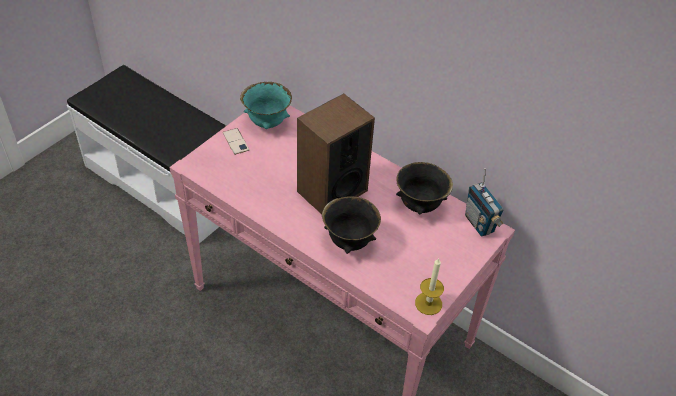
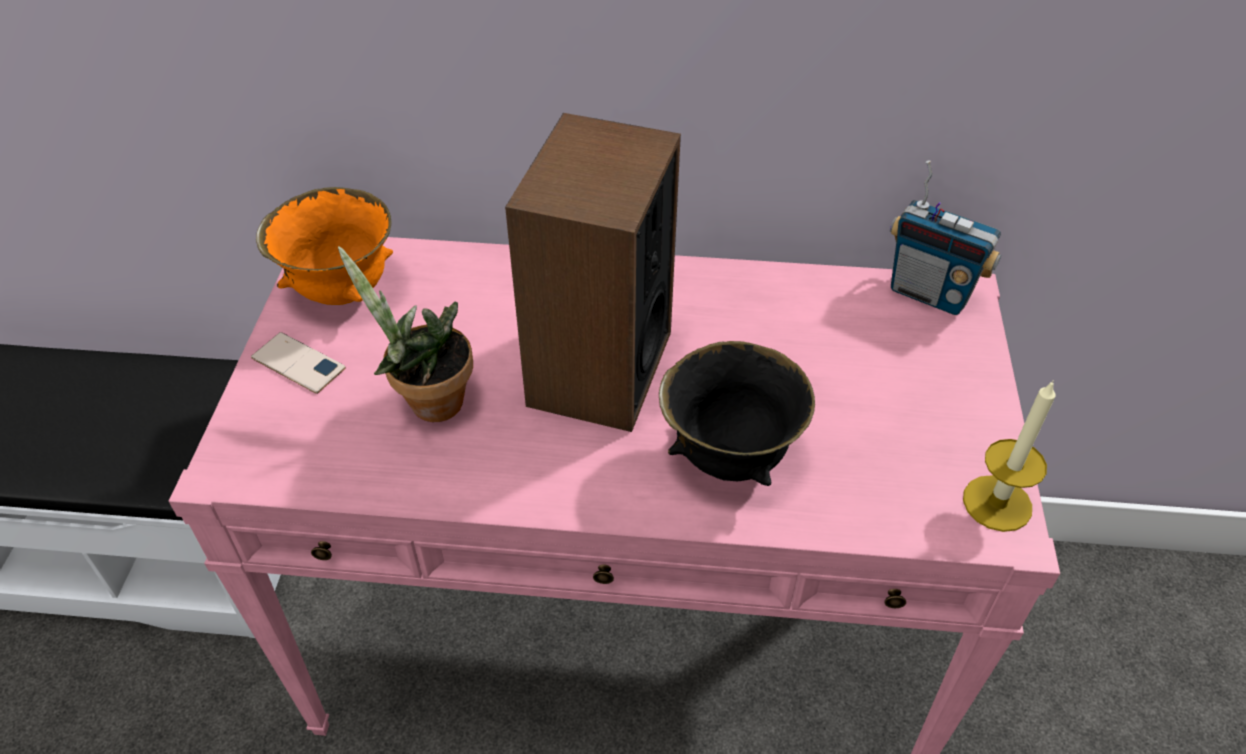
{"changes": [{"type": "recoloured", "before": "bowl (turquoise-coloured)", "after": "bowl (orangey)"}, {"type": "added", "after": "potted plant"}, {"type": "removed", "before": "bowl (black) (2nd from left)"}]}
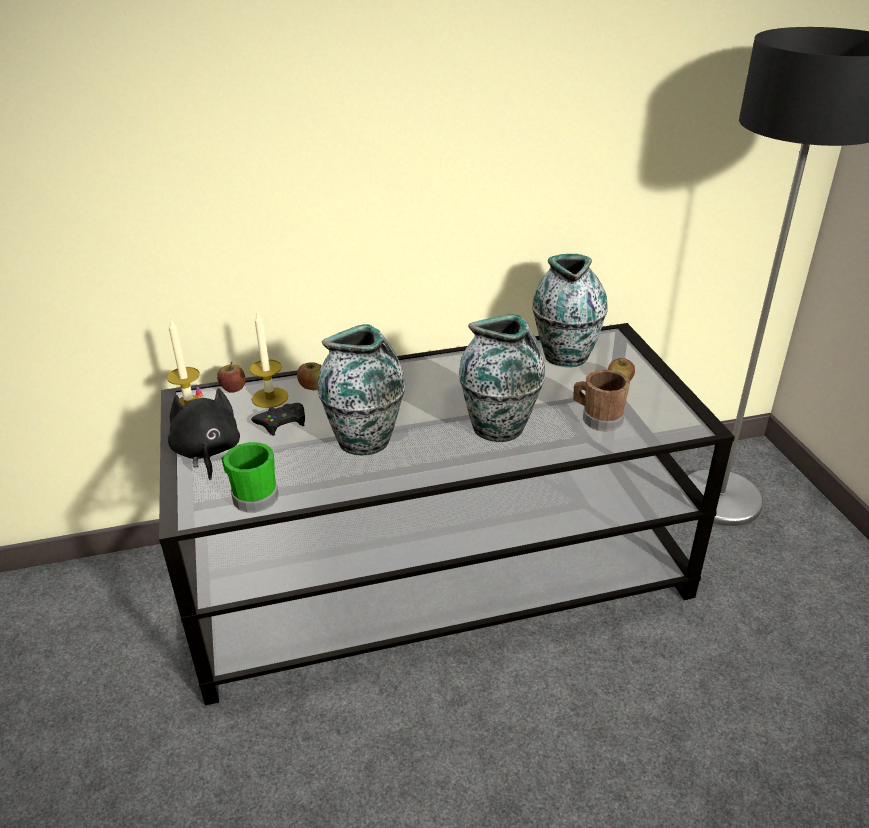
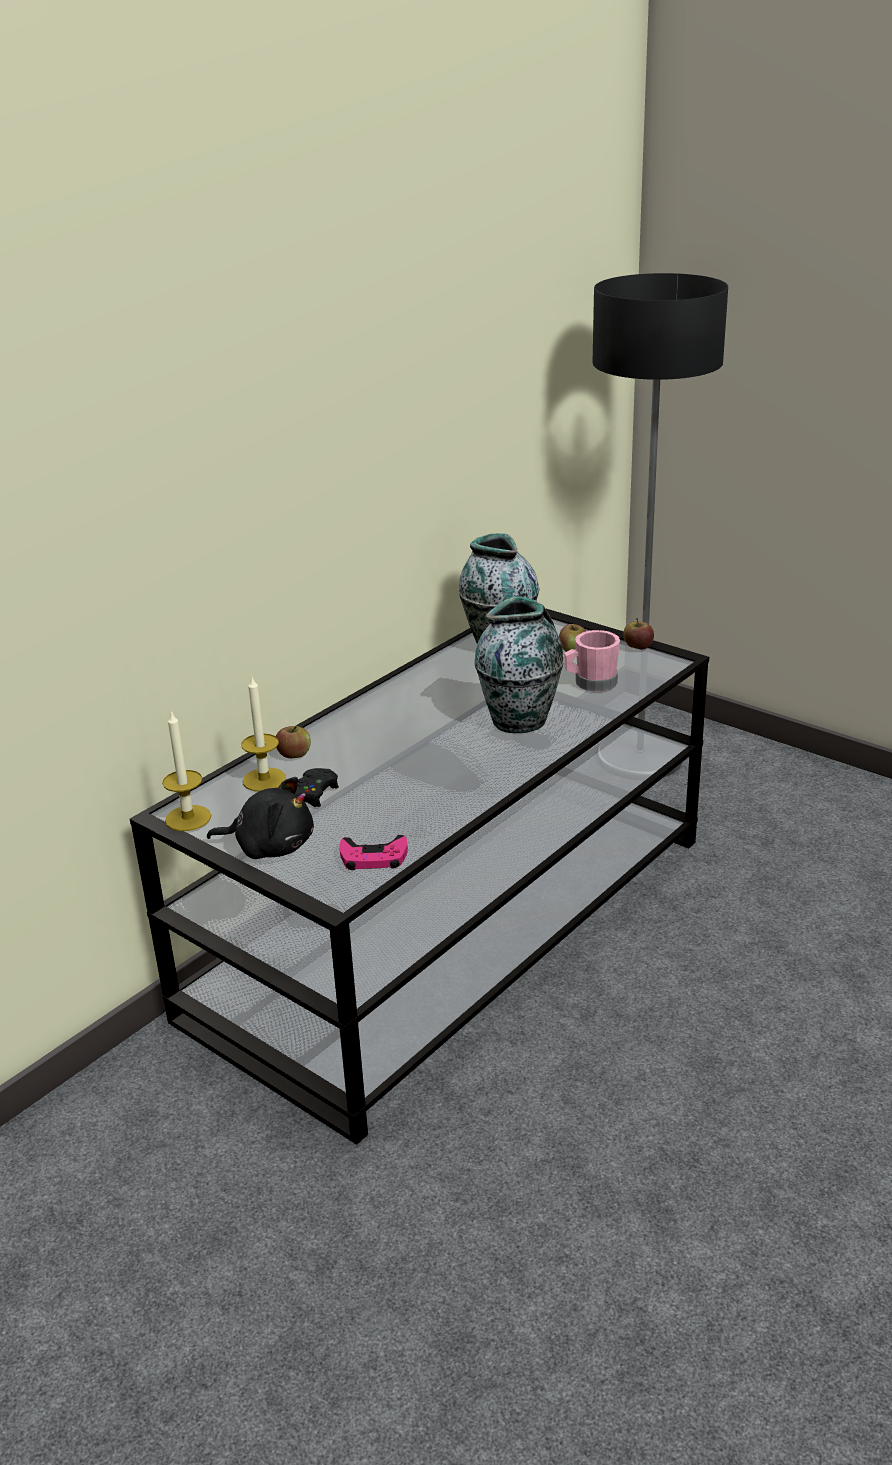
{"changes": [{"type": "turned", "before": "cuddly toy (black)", "turn": 150}, {"type": "replaced", "before": "tea mug (green-coloured)", "after": "game controller (pink-coloured)"}, {"type": "recoloured", "before": "tea mug (brown-coloured)", "after": "tea mug (pink-coloured)"}, {"type": "moved", "before": "whole apple (1st from left in the first image)", "after": "whole apple (3rd from left)"}, {"type": "removed", "before": "flower vase (1st from left)"}]}
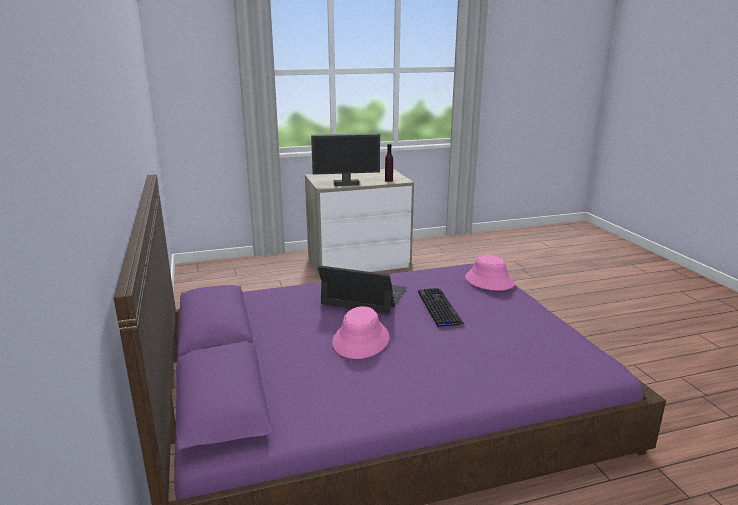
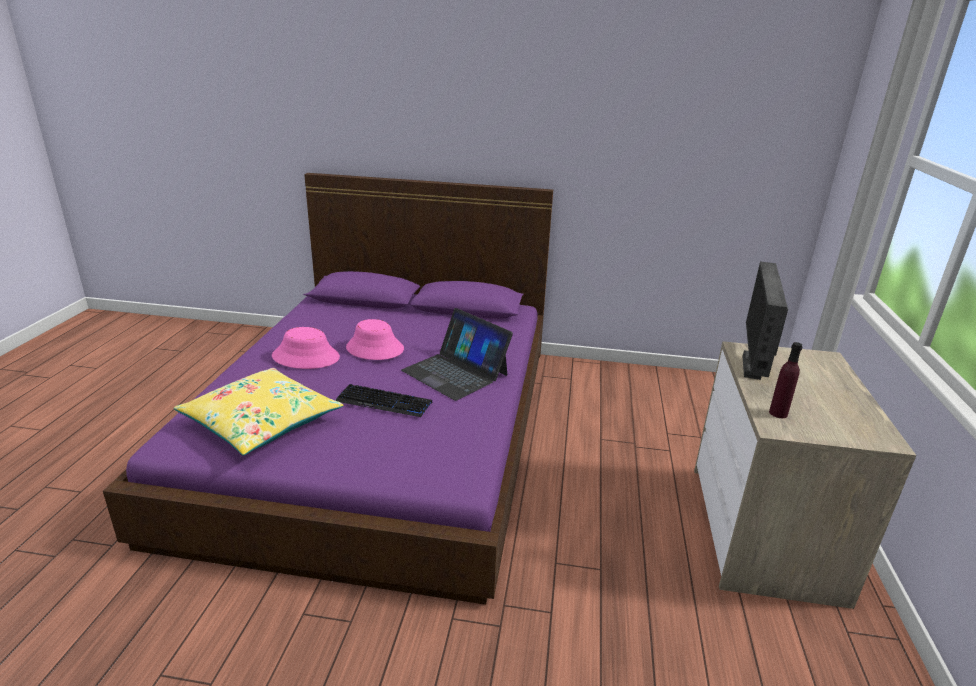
{"changes": [{"type": "added", "after": "throw pillow (yellow)"}, {"type": "moved", "before": "clothing hat (pink-coloured) (2nd from left in the first image)", "after": "clothing hat (pink-coloured) (1st from left)"}, {"type": "turned", "before": "laptop", "turn": 90}]}
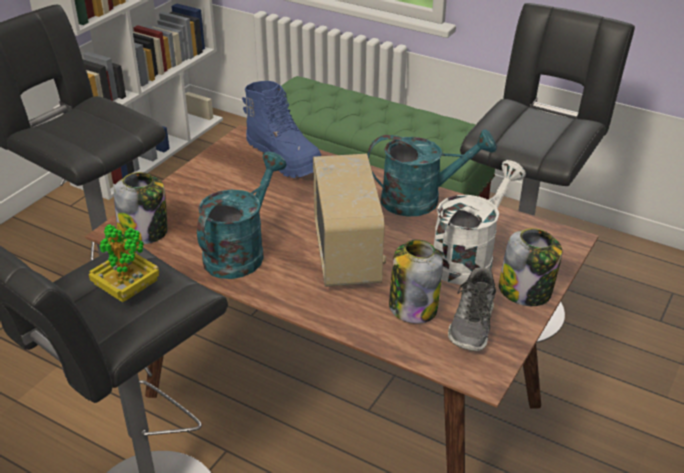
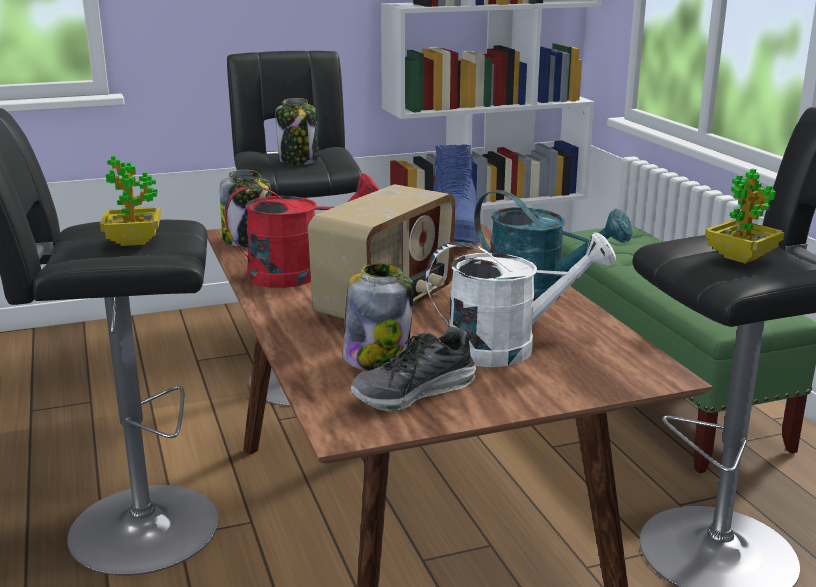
{"changes": [{"type": "recoloured", "before": "watering can (turquoise-coloured) (1st from left)", "after": "watering can (red-coloured)"}, {"type": "moved", "before": "preserve jar (3rd from left in the first image)", "after": "preserve jar (2nd from left)"}, {"type": "added", "after": "potted plant (2nd from left)"}]}
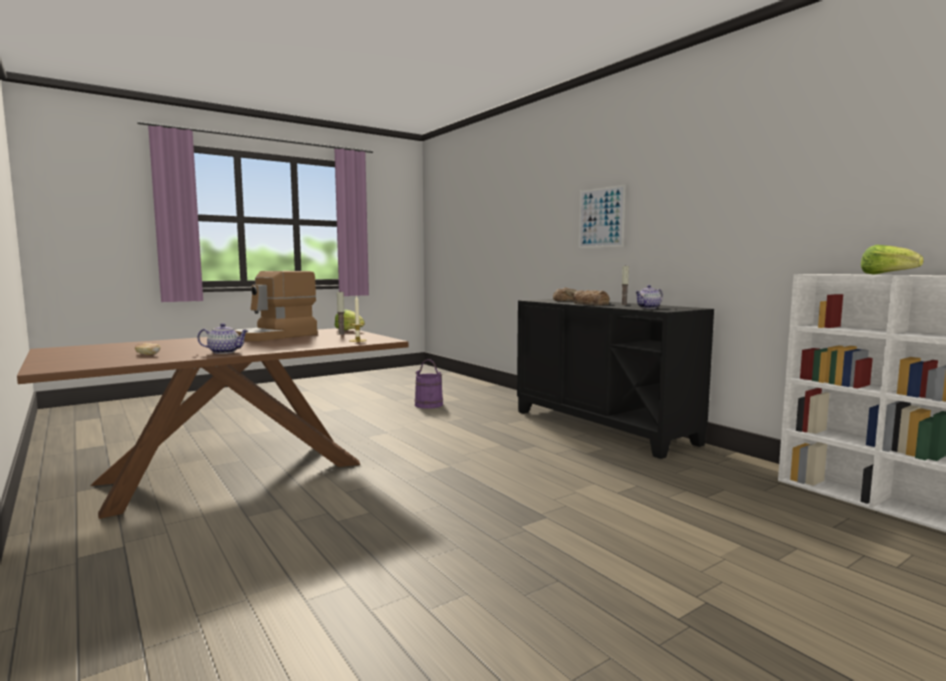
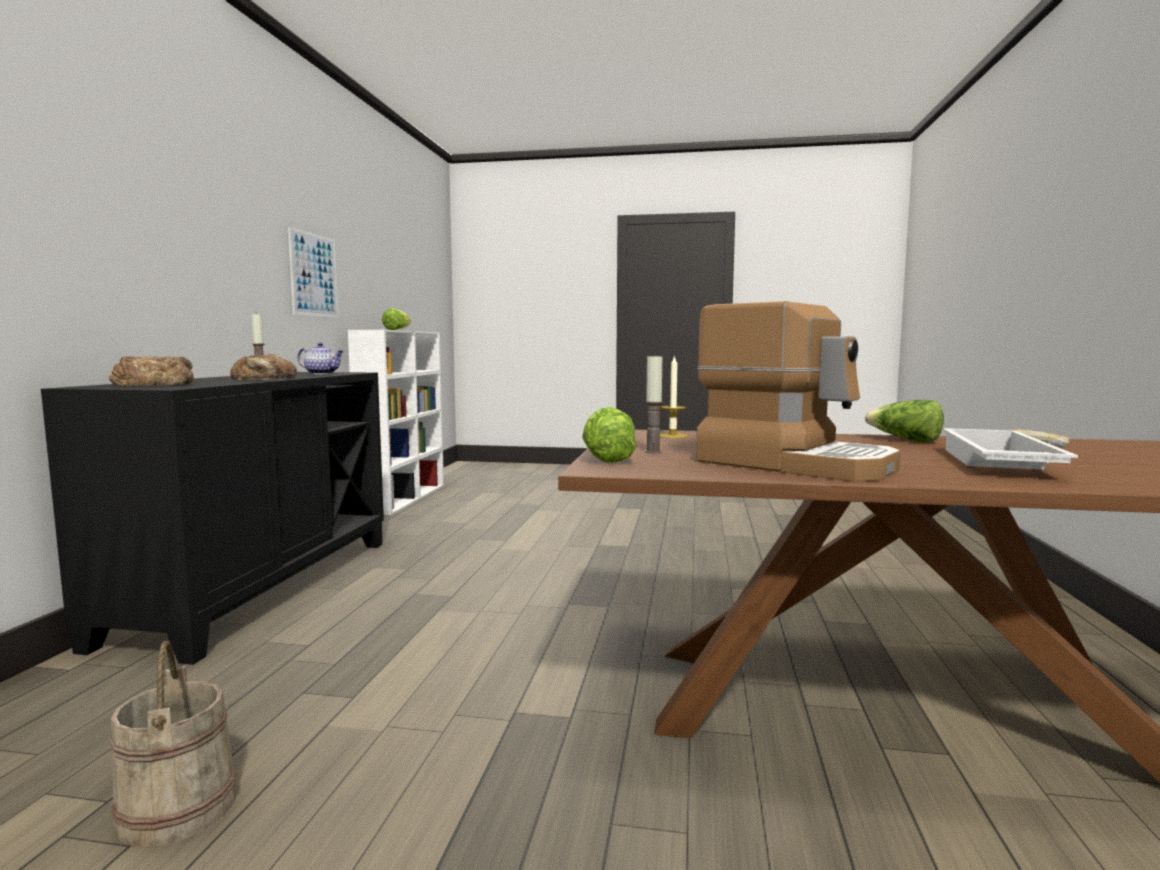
{"changes": [{"type": "recoloured", "before": "bucket (purplish)", "after": "bucket (sand-coloured)"}, {"type": "moved", "before": "wall picture"}, {"type": "turned", "before": "coffee brewer", "turn": 45}, {"type": "replaced", "before": "pot for tea (1st from left)", "after": "lettuce head (3rd from left)"}, {"type": "added", "after": "tray (white)"}]}
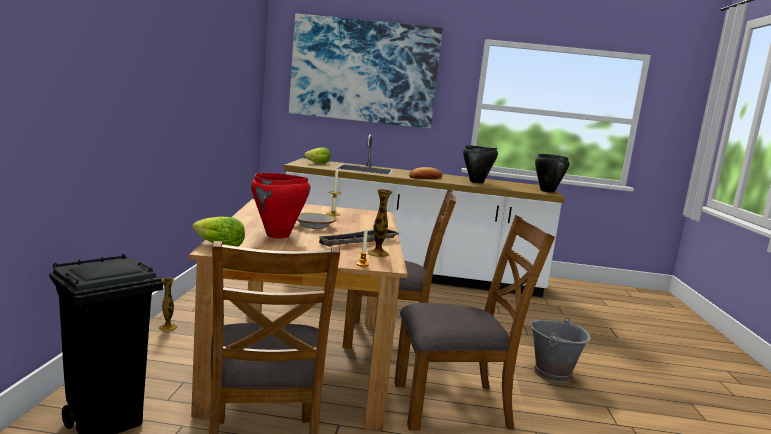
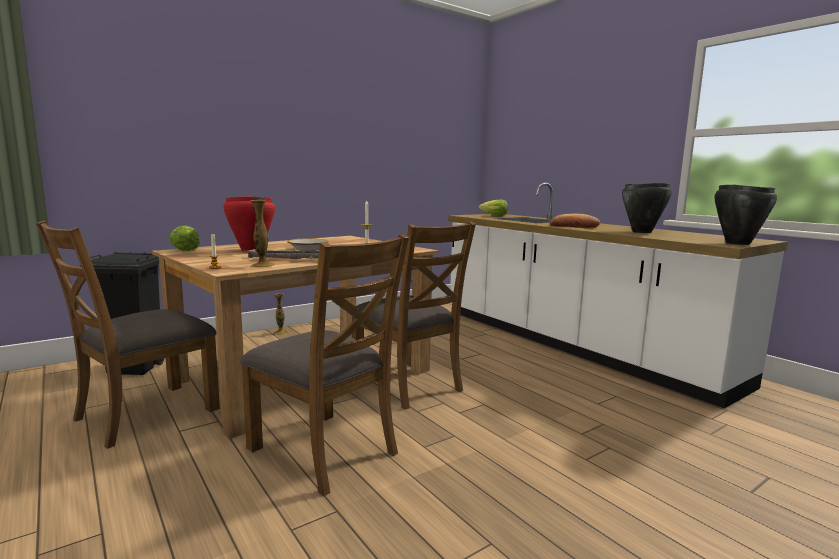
{"changes": [{"type": "removed", "before": "wall picture"}, {"type": "removed", "before": "bucket (grey)"}]}
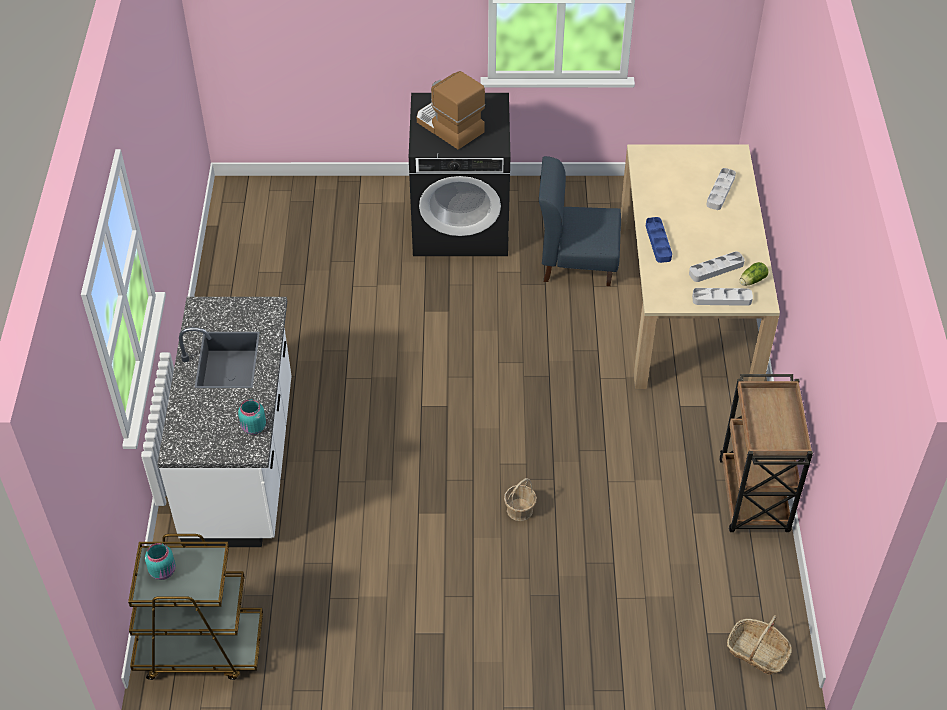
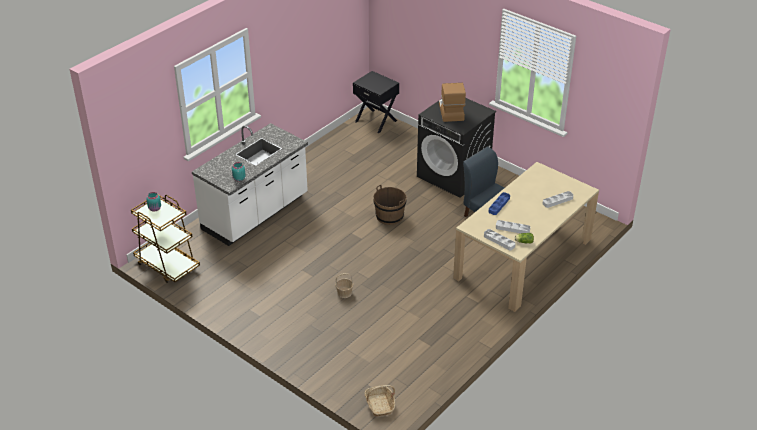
{"changes": [{"type": "added", "after": "nightstand (black)"}, {"type": "added", "after": "bucket (brown-coloured)"}, {"type": "removed", "before": "wheeled cart (brown-coloured) (2nd from left)"}]}
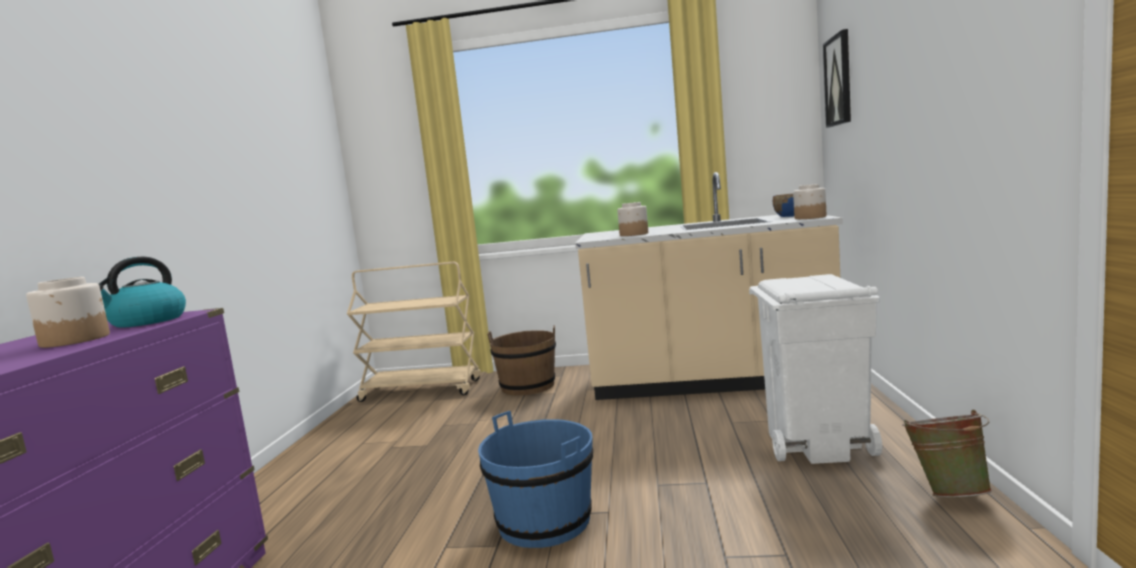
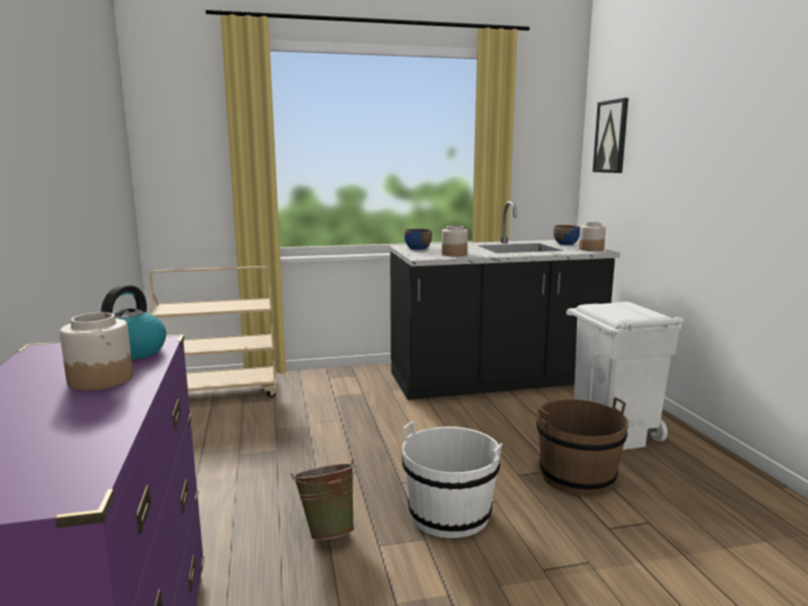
{"changes": [{"type": "moved", "before": "bucket (green-coloured)"}, {"type": "recoloured", "before": "counter (sand-coloured)", "after": "counter (black)"}, {"type": "recoloured", "before": "bucket (bluish)", "after": "bucket (white)"}, {"type": "added", "after": "bowl (bluish) (1st from left)"}, {"type": "moved", "before": "bucket (brown-coloured)"}]}
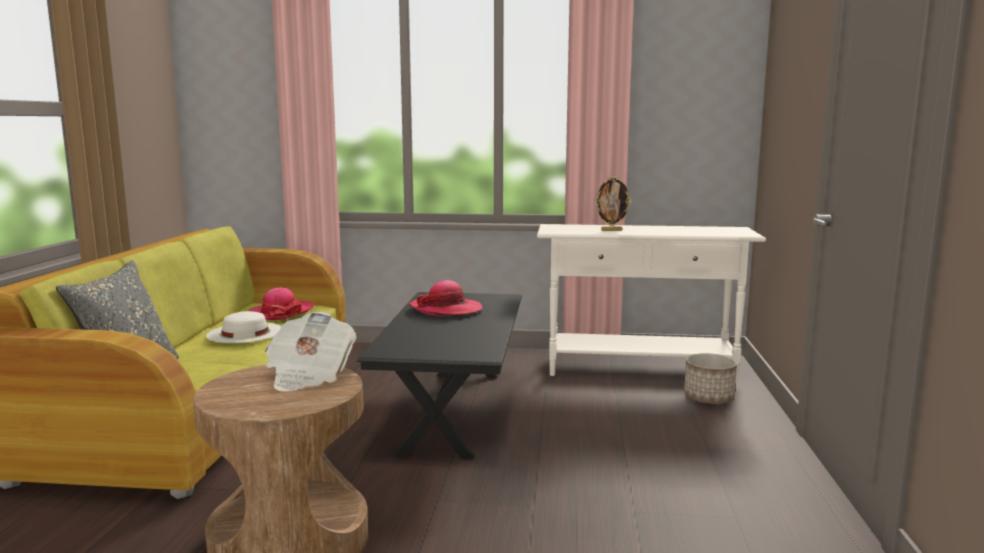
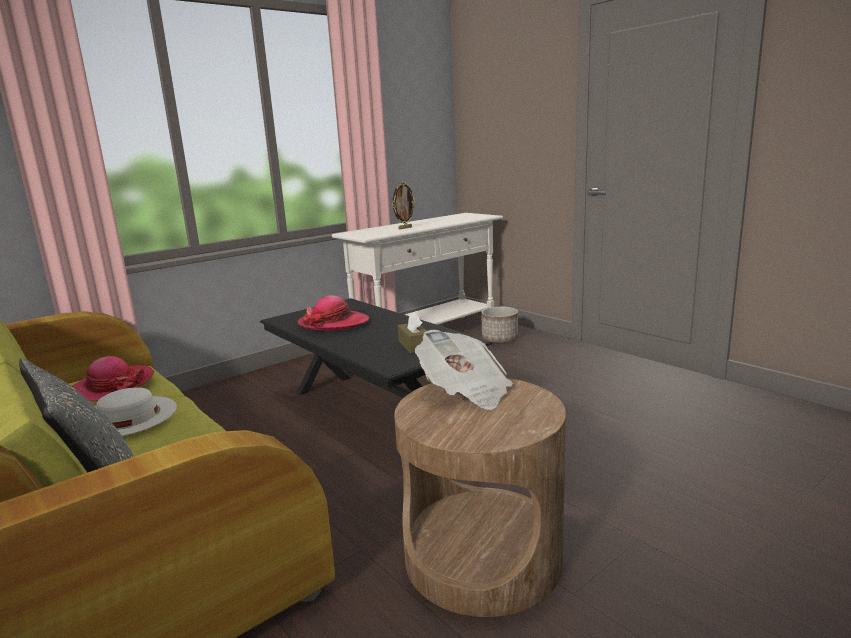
{"changes": [{"type": "added", "after": "tissue holder (brown-coloured)"}]}
